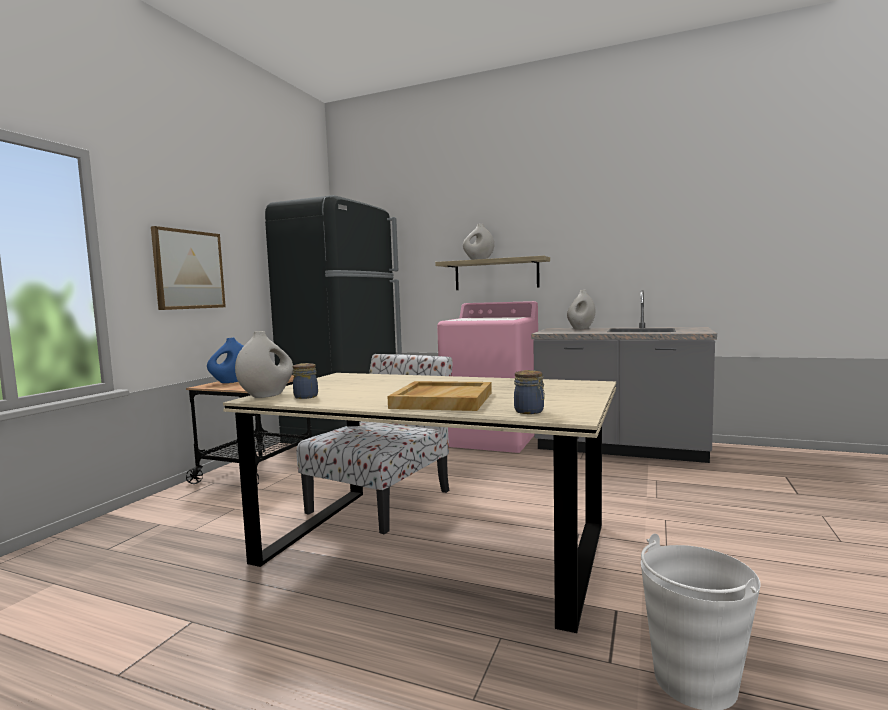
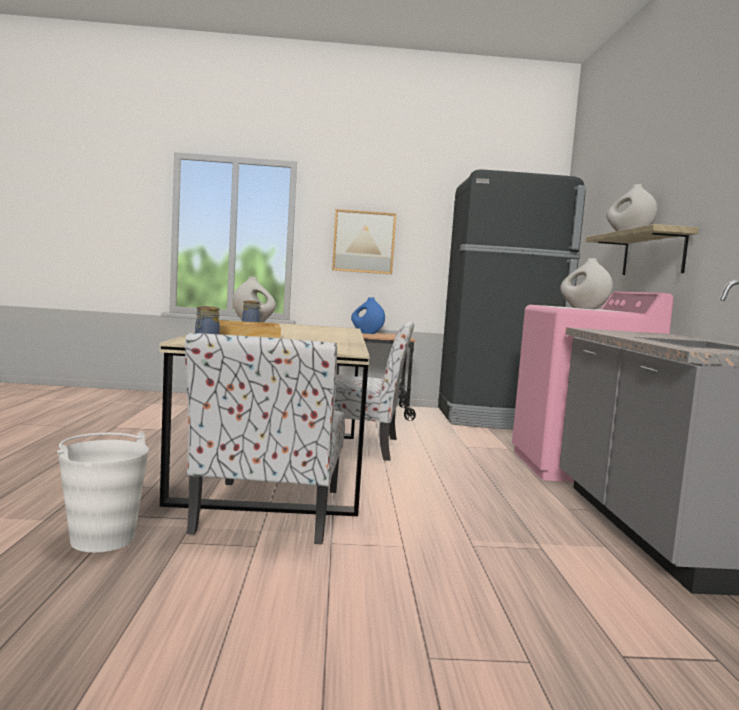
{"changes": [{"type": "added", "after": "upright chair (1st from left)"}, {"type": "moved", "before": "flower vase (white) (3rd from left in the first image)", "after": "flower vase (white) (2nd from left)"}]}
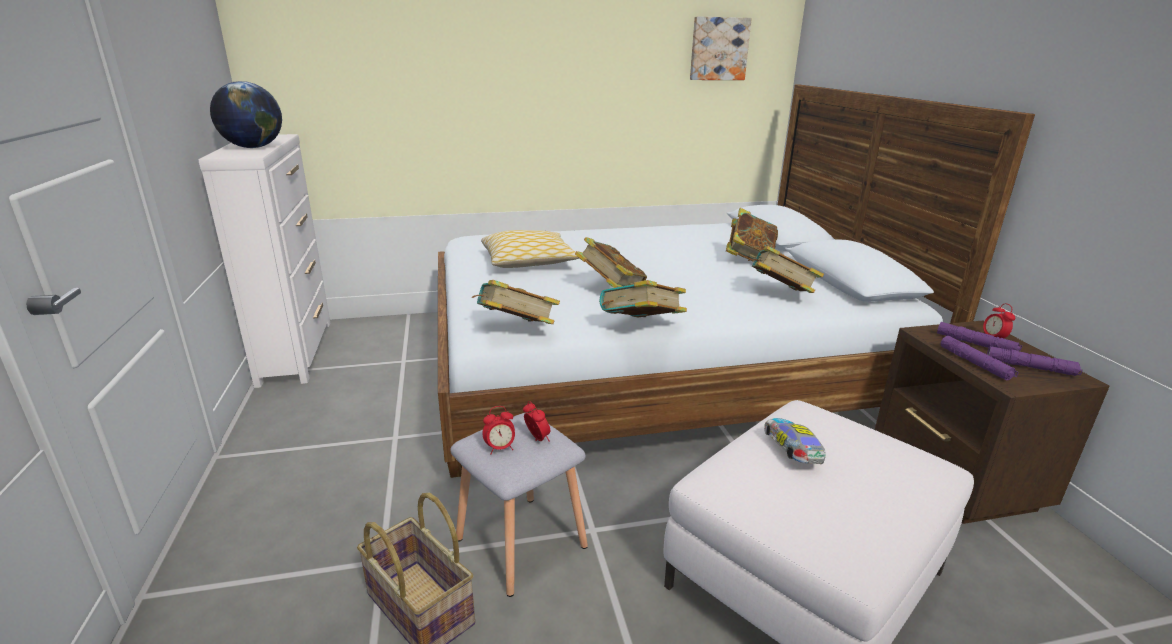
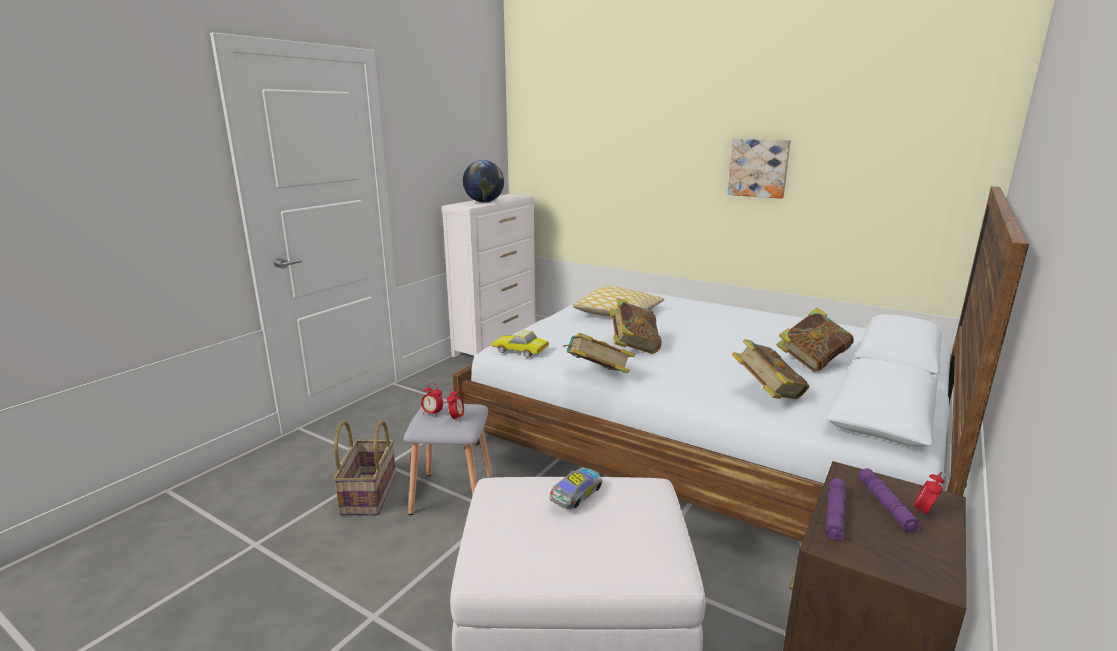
{"changes": [{"type": "replaced", "before": "volume (1st from left)", "after": "toy car (1st from left)"}, {"type": "moved", "before": "wall picture"}, {"type": "removed", "before": "flashlight (purplish) (3rd from left)"}]}
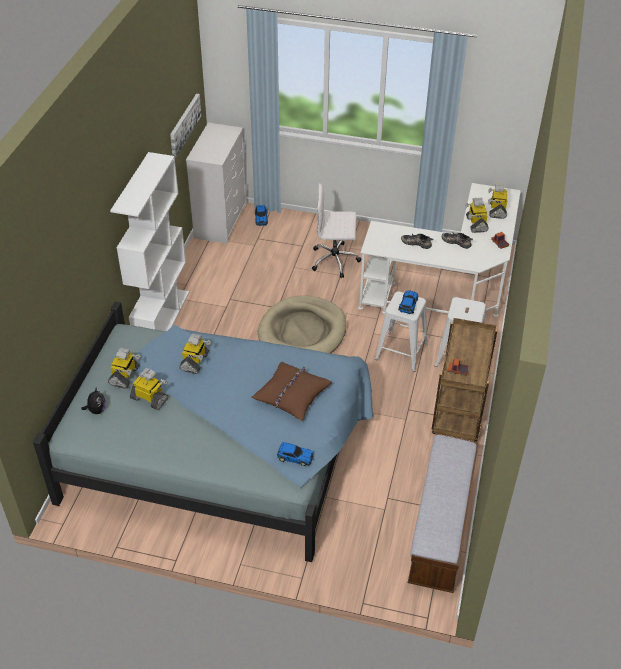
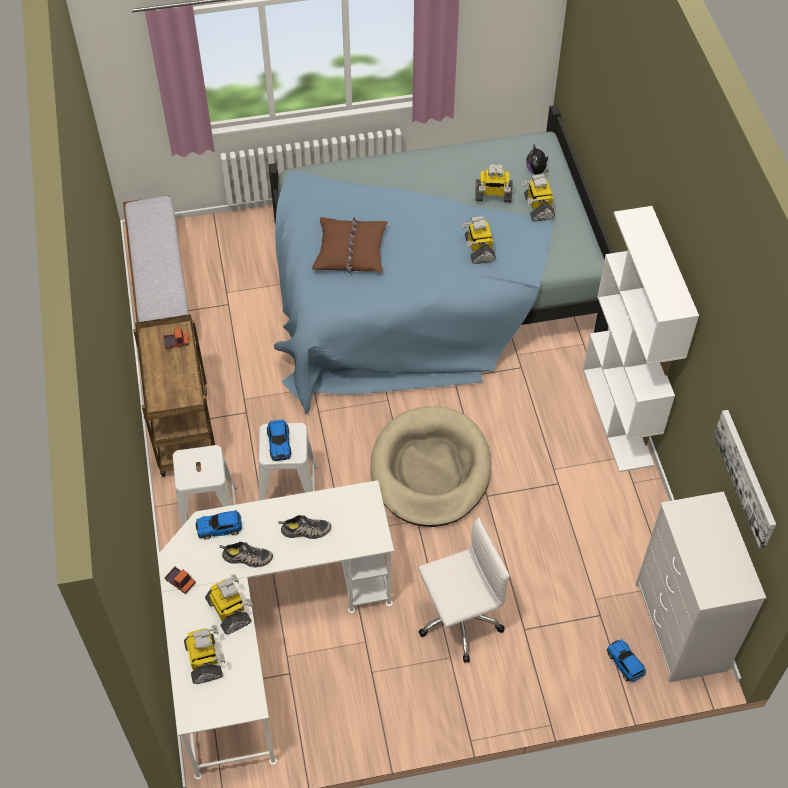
{"changes": [{"type": "moved", "before": "toy car (2nd from left in the first image)", "after": "toy car (1st from left)"}]}
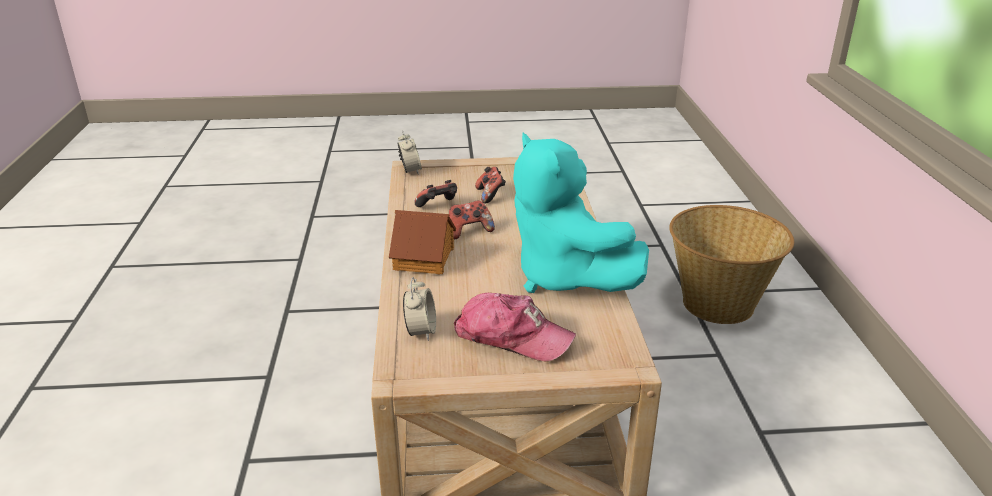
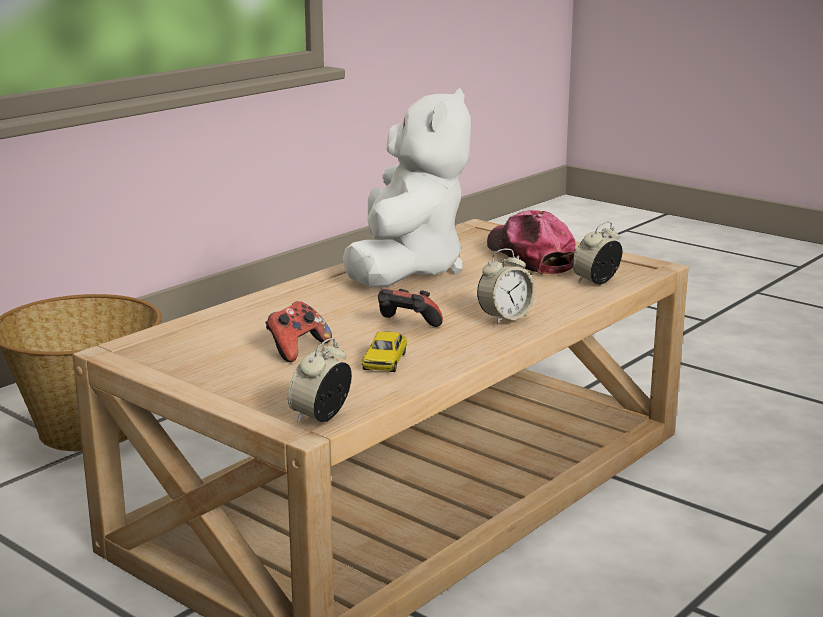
{"changes": [{"type": "recoloured", "before": "cuddly toy (turquoise-coloured)", "after": "cuddly toy (white)"}, {"type": "replaced", "before": "game controller (1st from left)", "after": "toy car"}, {"type": "replaced", "before": "miniature house", "after": "alarm clock (2nd from left)"}]}
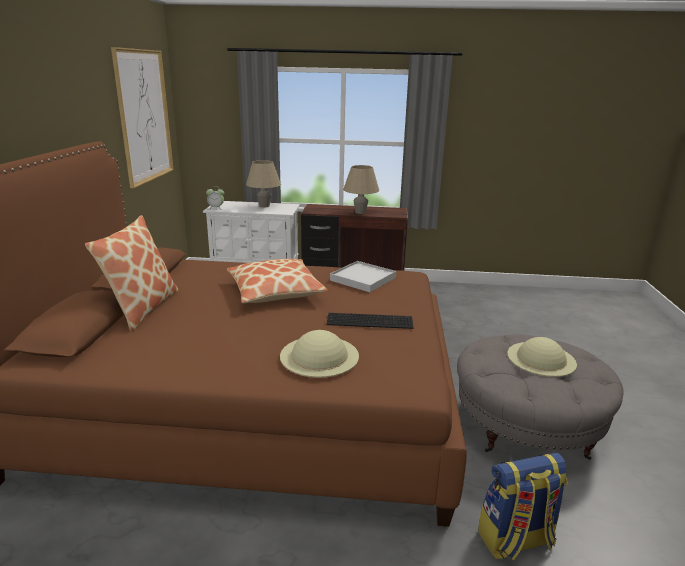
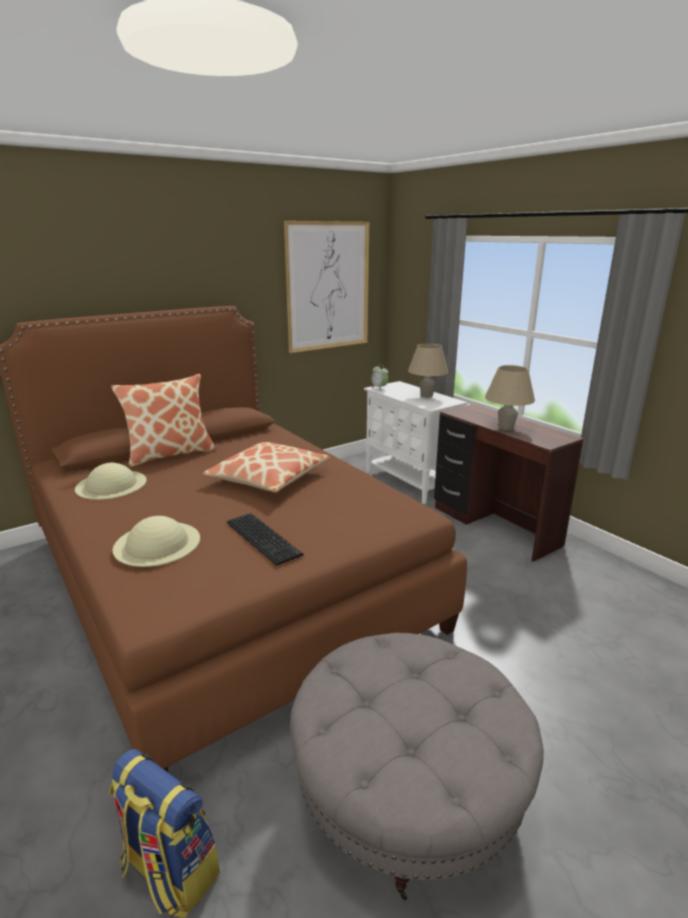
{"changes": [{"type": "moved", "before": "clothing hat (sand-coloured) (2nd from left in the first image)", "after": "clothing hat (sand-coloured) (1st from left)"}, {"type": "removed", "before": "tray (white)"}]}
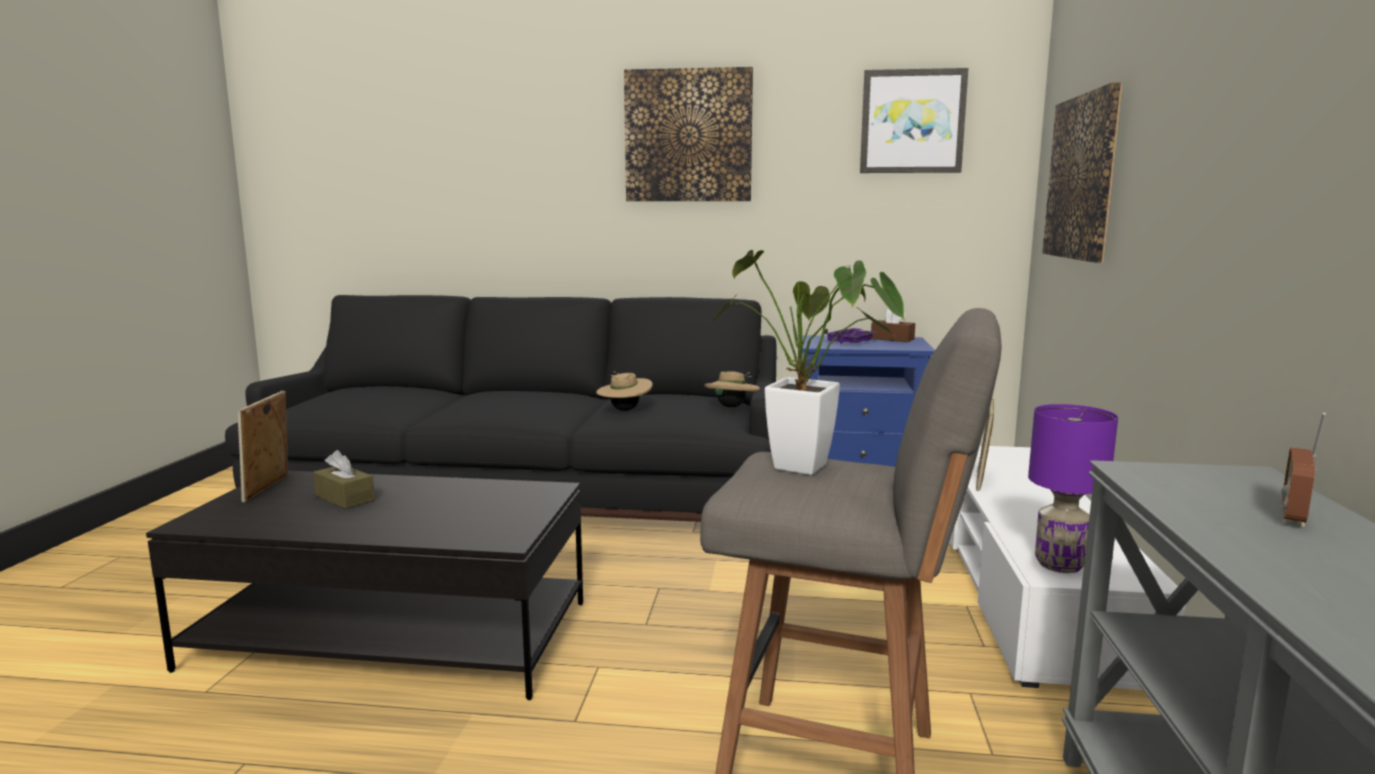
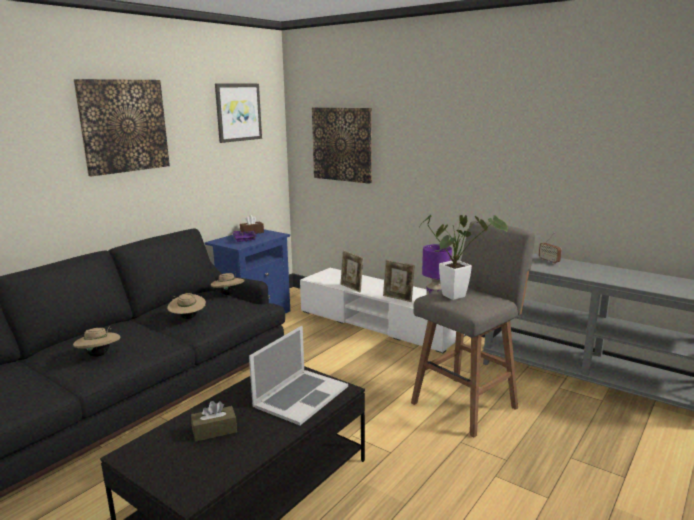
{"changes": [{"type": "added", "after": "clothing hat (sand-coloured) (1st from left)"}, {"type": "added", "after": "laptop"}, {"type": "moved", "before": "photo frame (1st from left in the first image)", "after": "photo frame (2nd from left)"}]}
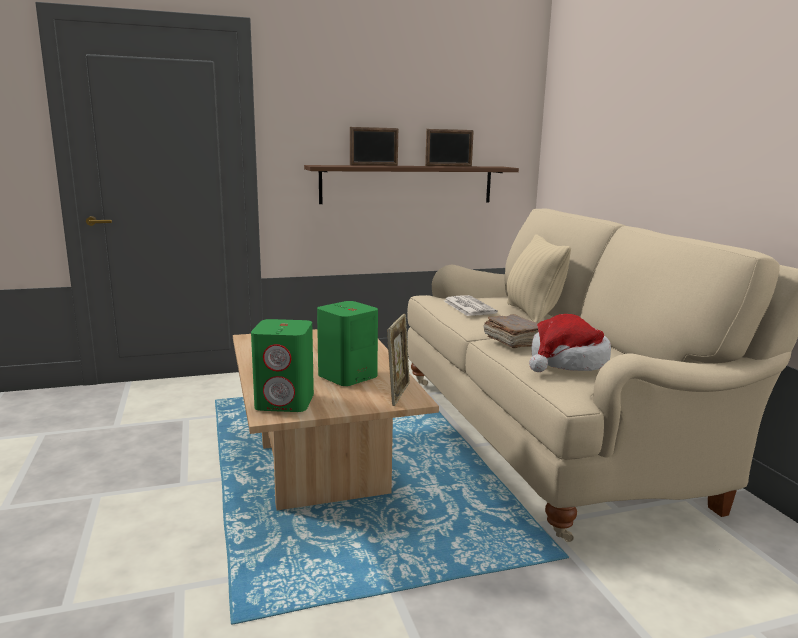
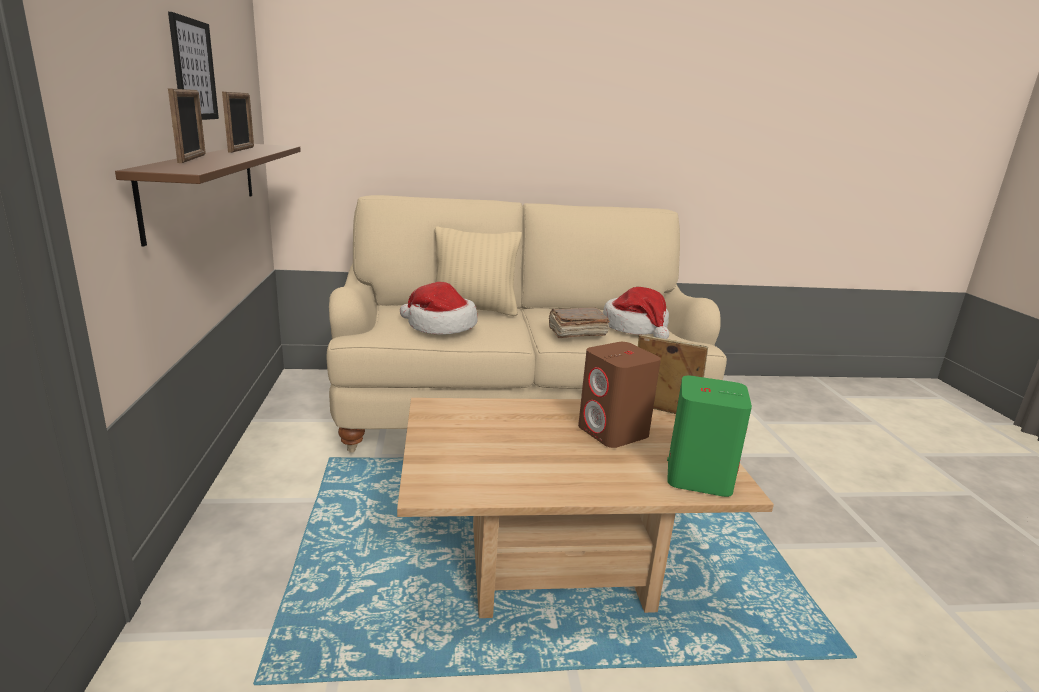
{"changes": [{"type": "added", "after": "wall picture"}, {"type": "replaced", "before": "printed paper", "after": "clothing hat (1st from left)"}, {"type": "recoloured", "before": "audio speaker (green-coloured) (2nd from left)", "after": "audio speaker (brown-coloured)"}]}
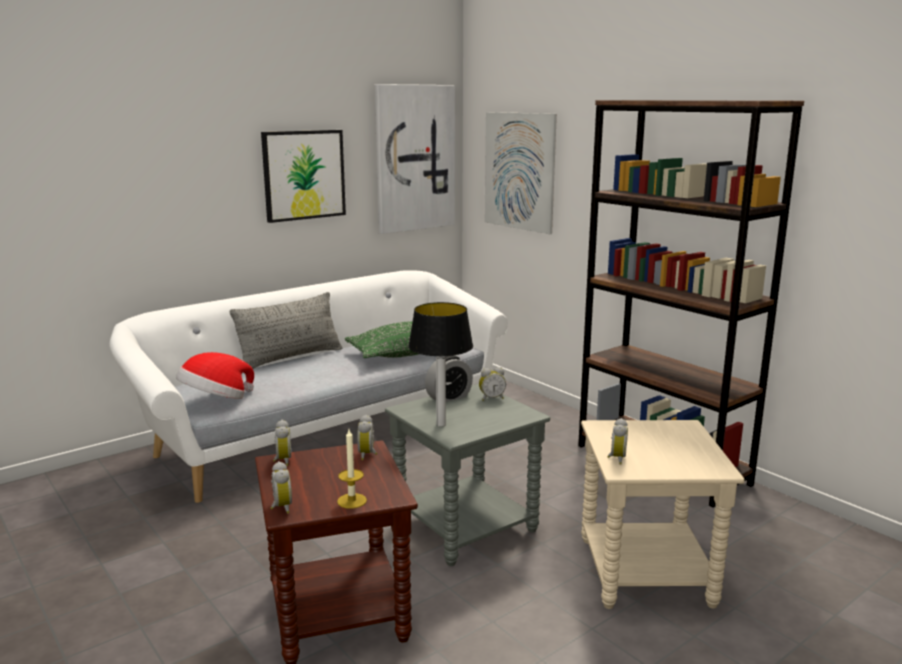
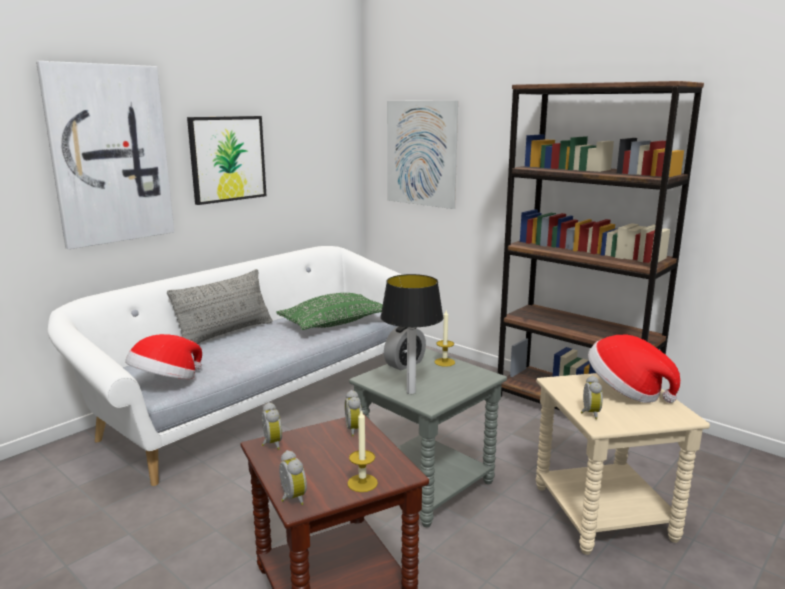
{"changes": [{"type": "moved", "before": "wall picture (2nd from left in the first image)", "after": "wall picture (1st from left)"}, {"type": "replaced", "before": "alarm clock (5th from left)", "after": "wax light (2nd from left)"}, {"type": "added", "after": "clothing hat (2nd from left)"}]}
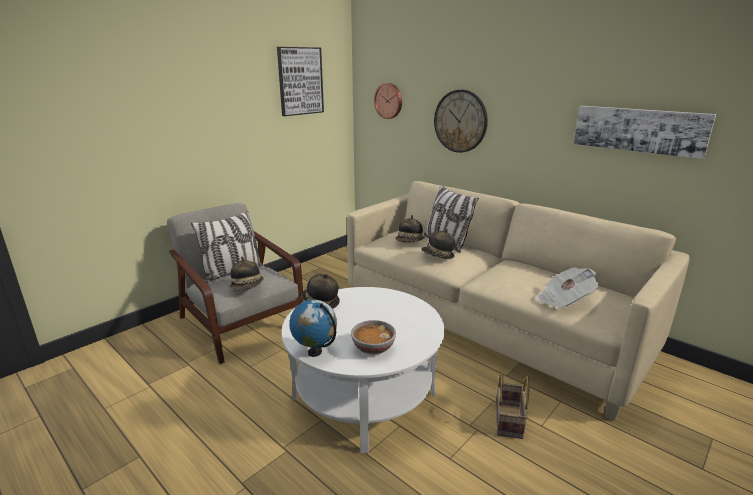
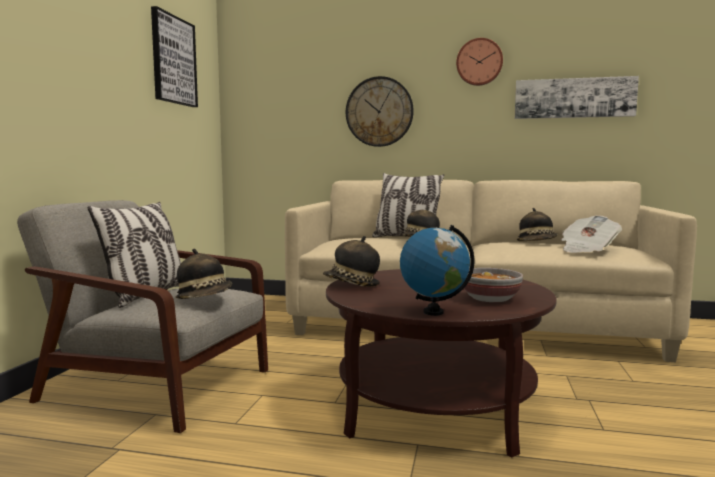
{"changes": [{"type": "recoloured", "before": "lounge table (white)", "after": "lounge table (brown-coloured)"}, {"type": "moved", "before": "clock on the wall (1st from left in the first image)", "after": "clock on the wall (2nd from left)"}, {"type": "moved", "before": "clothing hat (3rd from left in the first image)", "after": "clothing hat (4th from left)"}, {"type": "removed", "before": "basket"}]}
